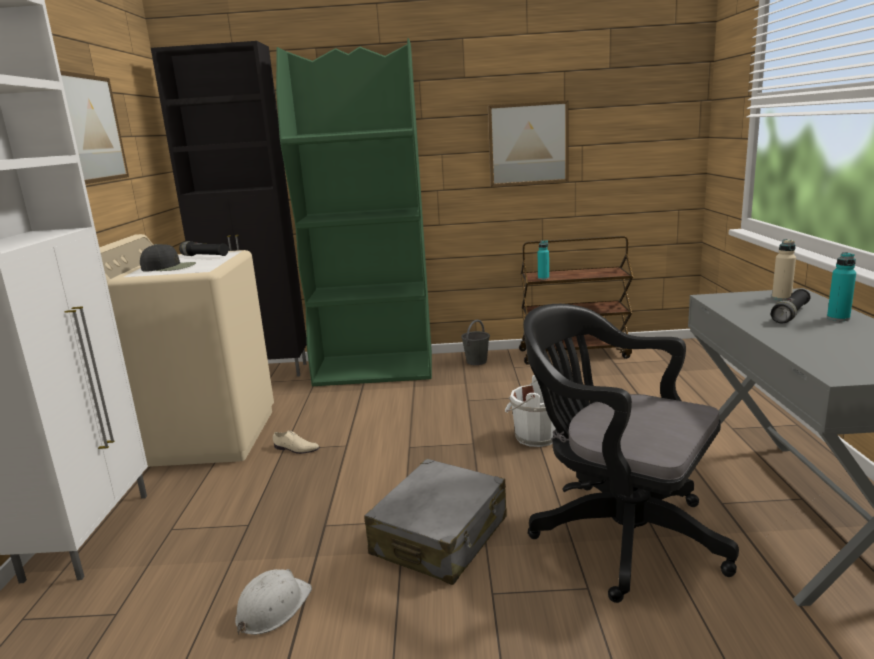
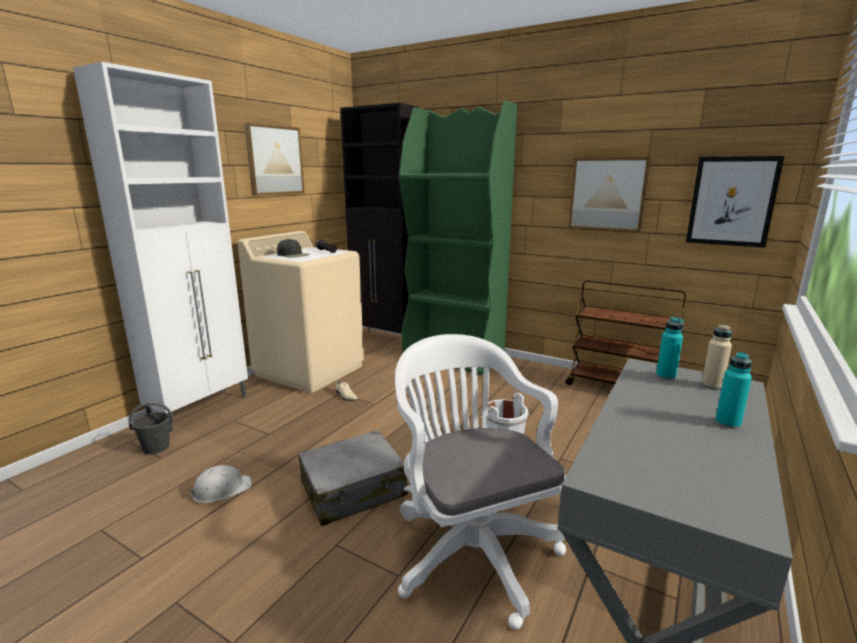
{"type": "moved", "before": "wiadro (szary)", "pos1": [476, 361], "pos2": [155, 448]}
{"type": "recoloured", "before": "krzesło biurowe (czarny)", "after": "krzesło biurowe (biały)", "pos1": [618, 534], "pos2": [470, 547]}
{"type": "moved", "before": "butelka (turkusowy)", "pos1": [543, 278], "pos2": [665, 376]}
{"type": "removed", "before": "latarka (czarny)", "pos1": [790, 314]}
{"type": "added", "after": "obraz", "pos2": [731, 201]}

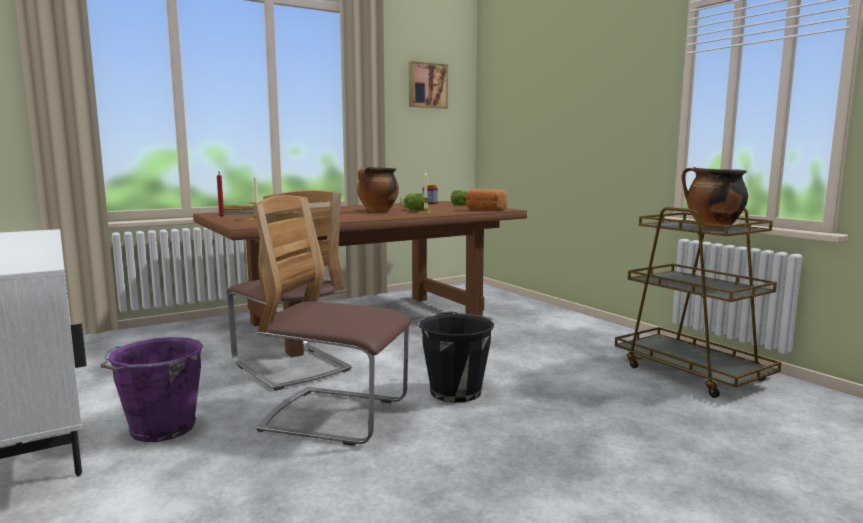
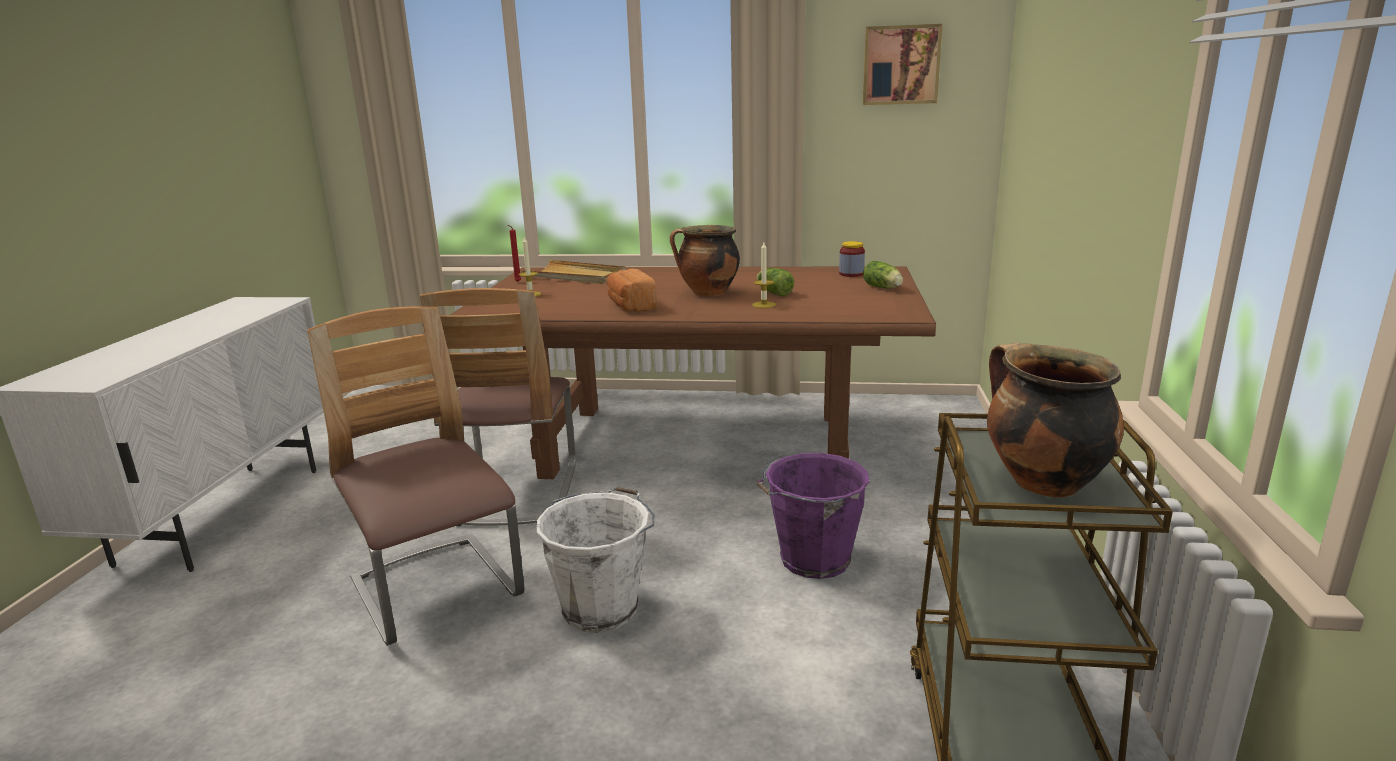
{"type": "moved", "before": "wiadro (fioletowy)", "pos1": [160, 429], "pos2": [812, 560]}
{"type": "recoloured", "before": "wiadro (czarny)", "after": "wiadro (biały)", "pos1": [455, 391], "pos2": [602, 607]}
{"type": "moved", "before": "chleb", "pos1": [484, 210], "pos2": [630, 306]}

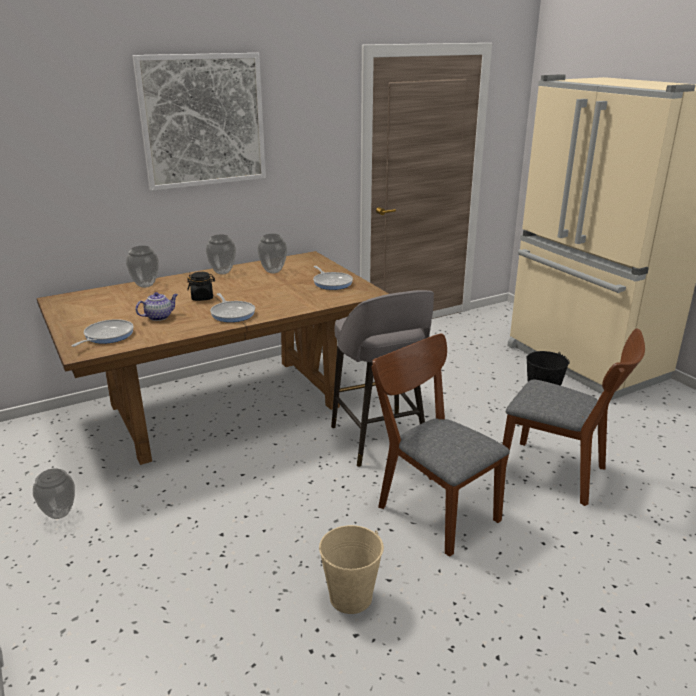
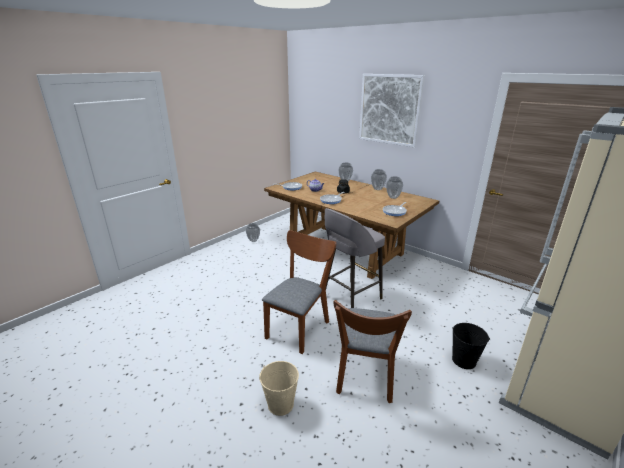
{"type": "moved", "before": "wiadro (beżowy)", "pos1": [350, 597], "pos2": [280, 404]}

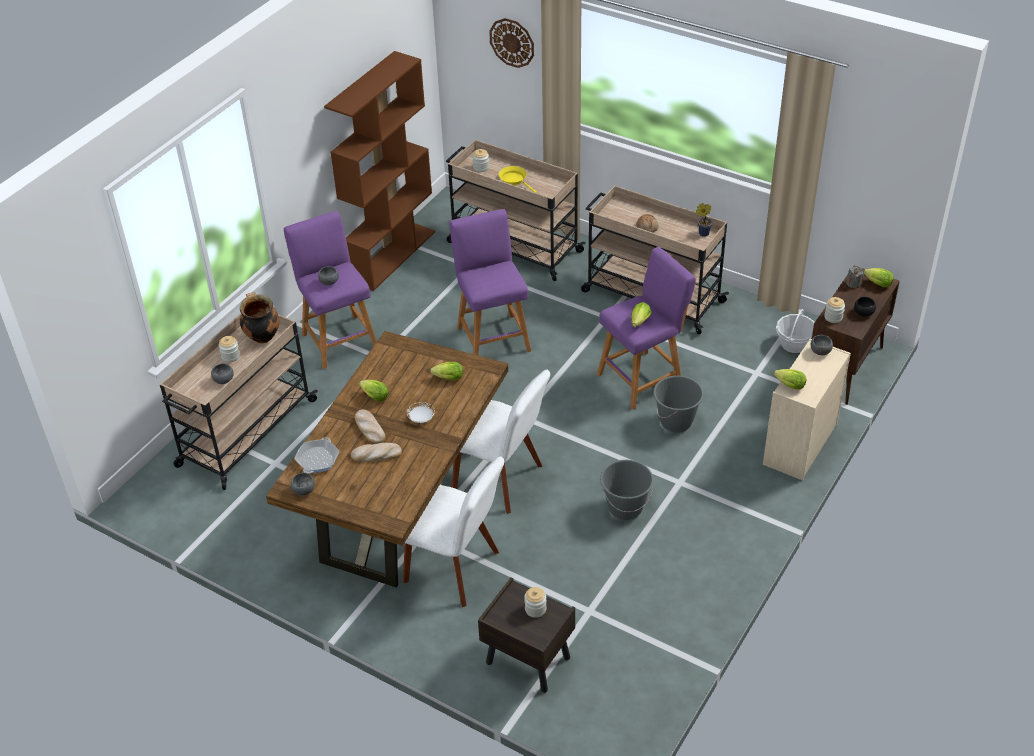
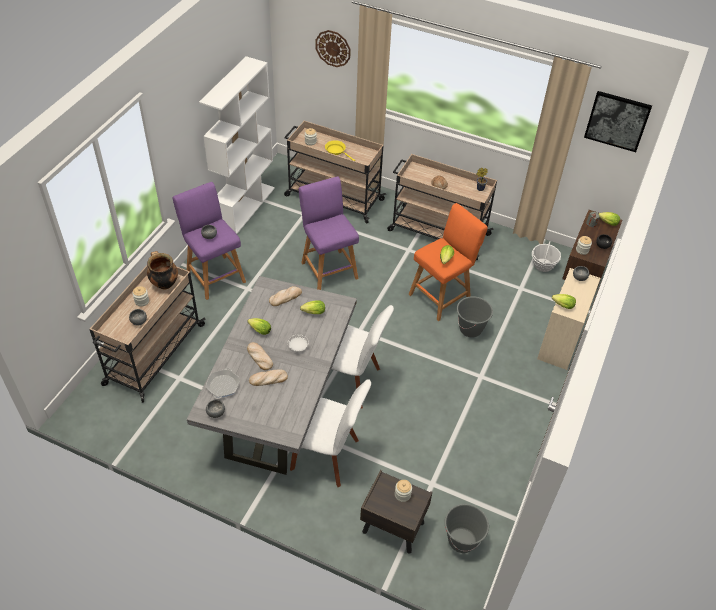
{"type": "recoloured", "before": "stół jadalny (brązowy)", "after": "stół jadalny (szary)", "pos1": [402, 505], "pos2": [280, 407]}
{"type": "recoloured", "before": "regał (brązowy)", "after": "regał (biały)", "pos1": [392, 255], "pos2": [245, 207]}
{"type": "recoloured", "before": "stołek (fioletowy)", "after": "stołek (pomarańczowy)", "pos1": [643, 378], "pos2": [441, 296]}
{"type": "moved", "before": "wiadro (szary)", "pos1": [625, 508], "pos2": [462, 540]}
{"type": "added", "after": "chleb", "pos2": [285, 297]}
{"type": "added", "after": "obraz", "pos2": [617, 121]}

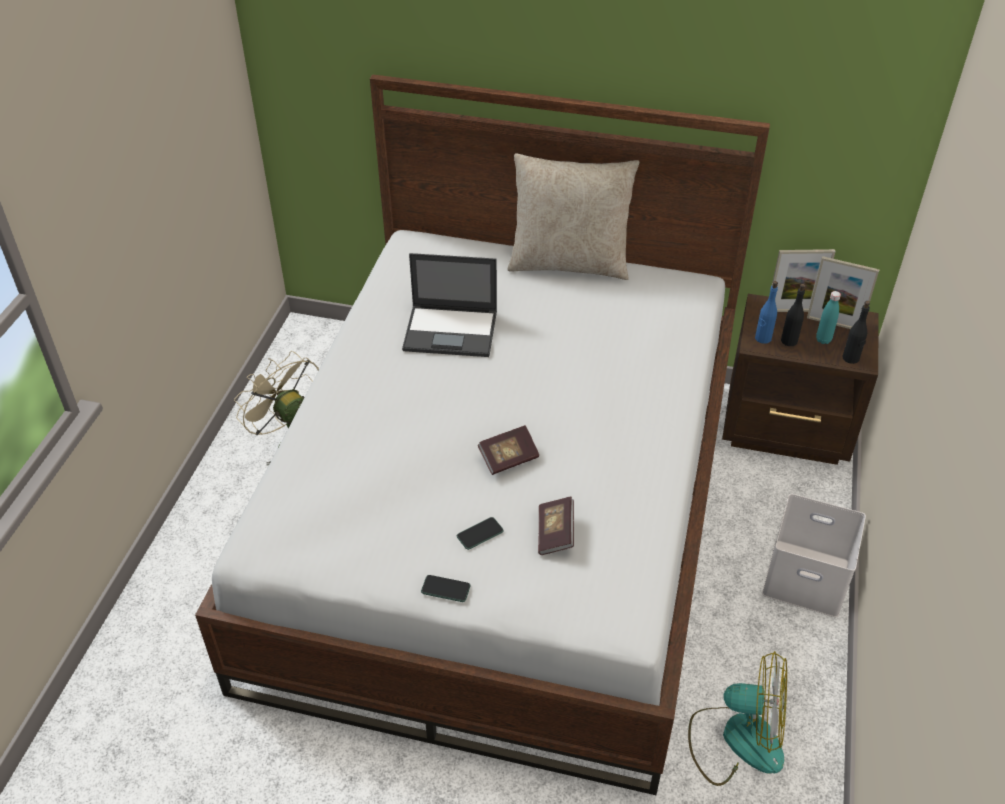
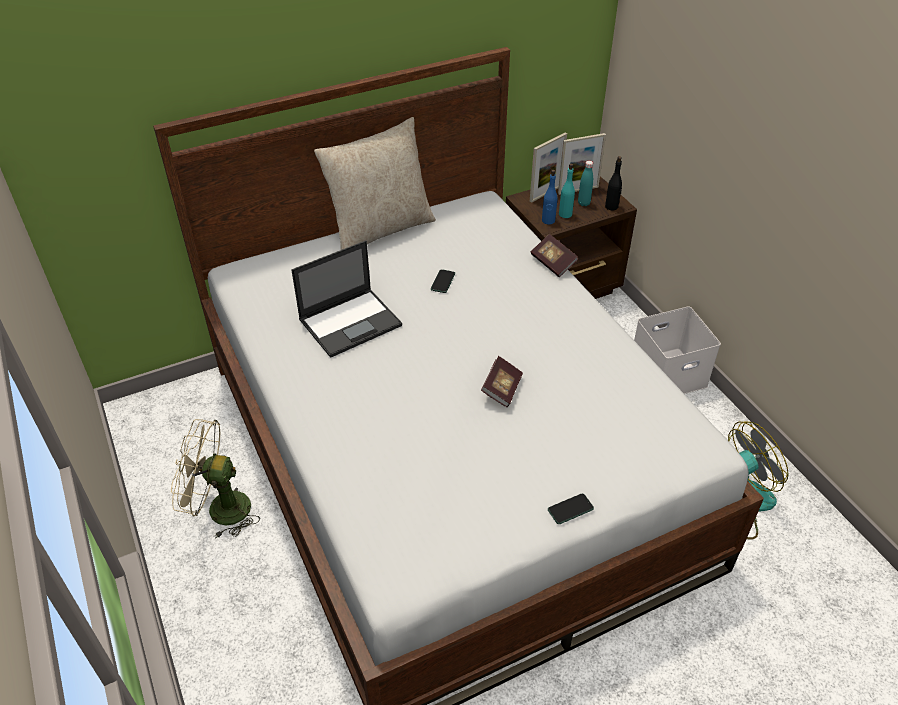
{"type": "moved", "before": "telefon", "pos1": [480, 534], "pos2": [443, 282]}
{"type": "moved", "before": "książka", "pos1": [555, 533], "pos2": [553, 263]}
{"type": "recoloured", "before": "butelka (czarny)", "after": "butelka (turkusowy)", "pos1": [789, 341], "pos2": [565, 214]}

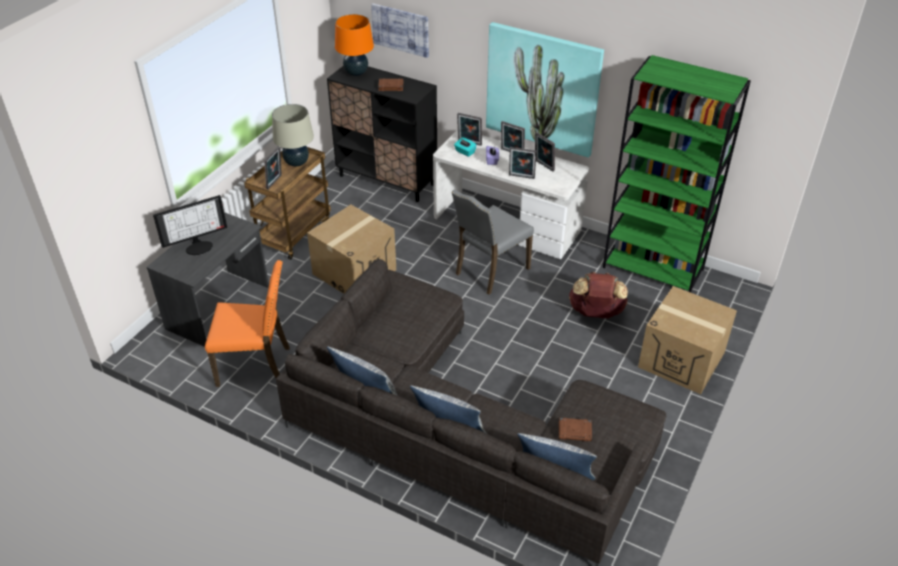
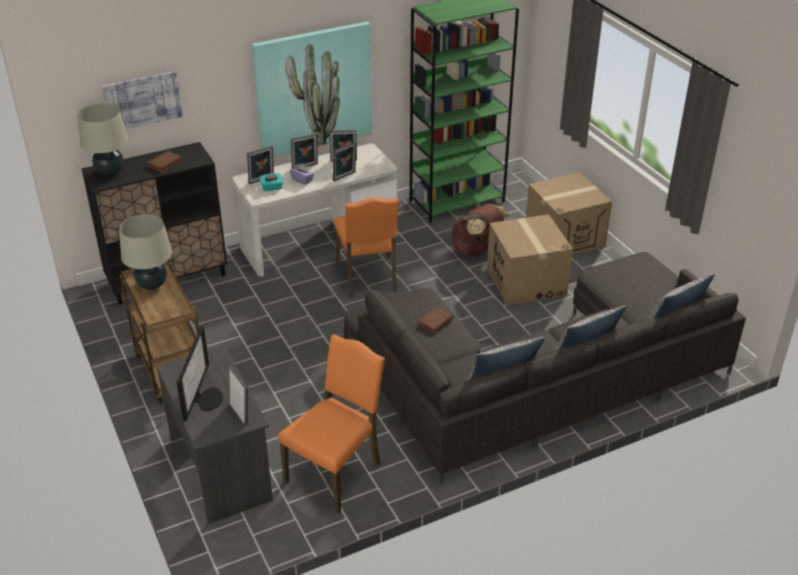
{"type": "moved", "before": "ramka na zdjęcie", "pos1": [275, 182], "pos2": [240, 413]}
{"type": "moved", "before": "karton", "pos1": [354, 271], "pos2": [525, 282]}
{"type": "recoloured", "before": "lampa stołowa (pomarańczowy)", "after": "lampa stołowa (beżowy)", "pos1": [356, 72], "pos2": [110, 172]}
{"type": "recoloured", "before": "krzesło (szary)", "after": "krzesło (pomarańczowy)", "pos1": [490, 271], "pos2": [368, 278]}
{"type": "moved", "before": "książka (brązowy)", "pos1": [575, 431], "pos2": [435, 321]}

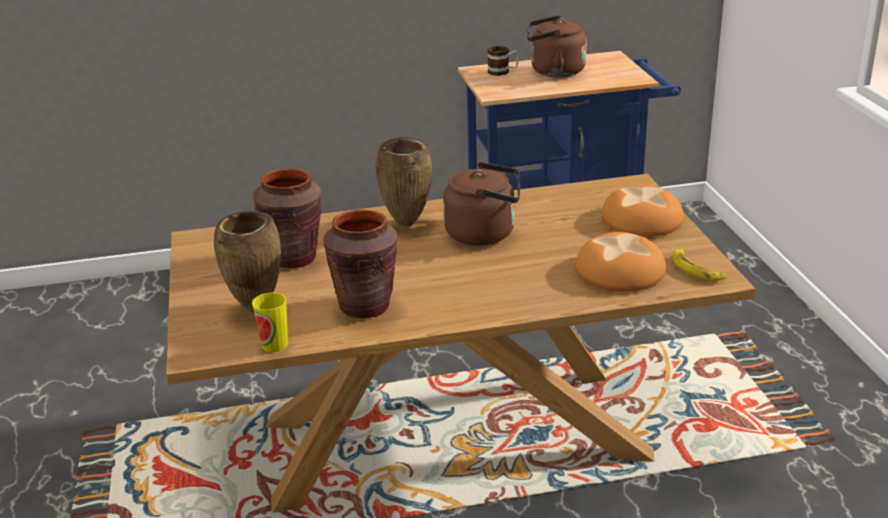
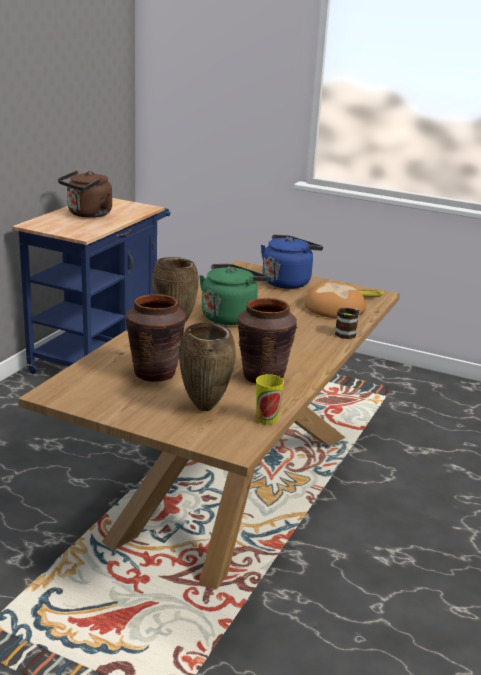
{"type": "recoloured", "before": "czajnik (brązowy)", "after": "czajnik (zielony)", "pos1": [485, 233], "pos2": [230, 316]}
{"type": "moved", "before": "kubek", "pos1": [503, 72], "pos2": [348, 333]}
{"type": "replaced", "before": "chleb", "after": "czajnik (niebieski)", "pos1": [642, 220], "pos2": [288, 282]}

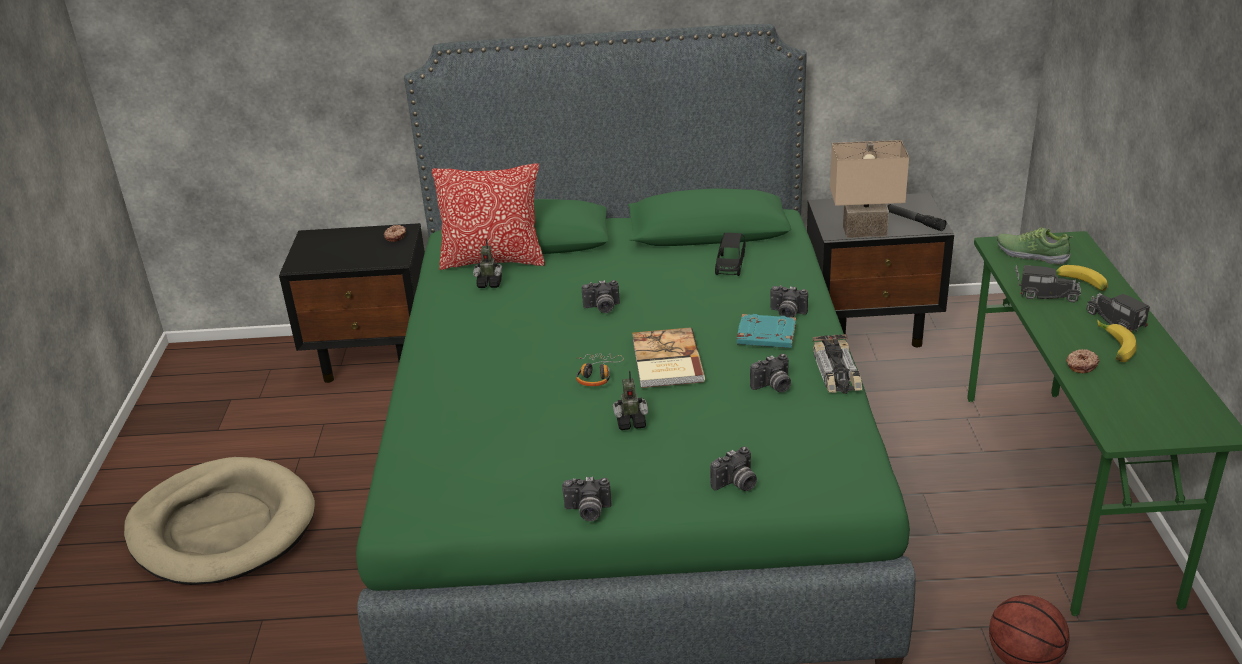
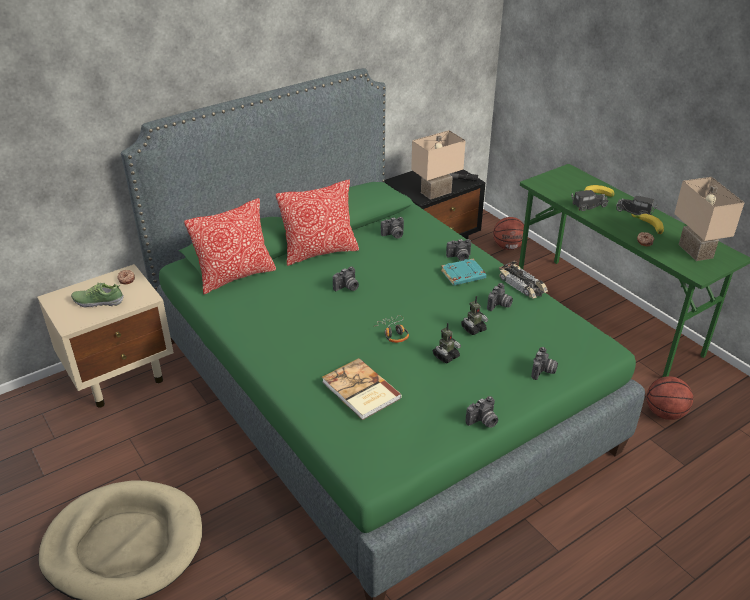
{"type": "recoloured", "before": "szafka nocna (czarny)", "after": "szafka nocna (beżowy)", "pos1": [374, 357], "pos2": [121, 376]}
{"type": "moved", "before": "robot zabawkowy", "pos1": [489, 283], "pos2": [473, 329]}
{"type": "moved", "before": "książka", "pos1": [665, 361], "pos2": [360, 391]}
{"type": "replaced", "before": "samochodzik (czarny)", "after": "aparat fotograficzny", "pos1": [730, 264], "pos2": [393, 235]}
{"type": "moved", "before": "but", "pos1": [1031, 254], "pos2": [98, 301]}
{"type": "added", "after": "poduszka", "pos2": [320, 252]}
{"type": "added", "after": "piłka do koszykówki", "pos2": [508, 247]}
{"type": "added", "after": "lampa stołowa (beżowy)", "pos2": [697, 251]}

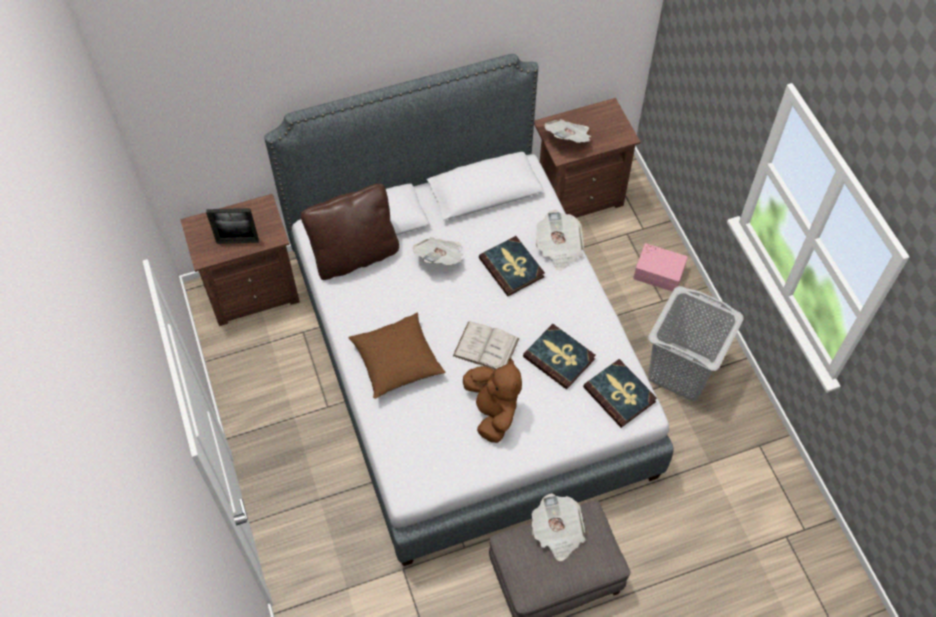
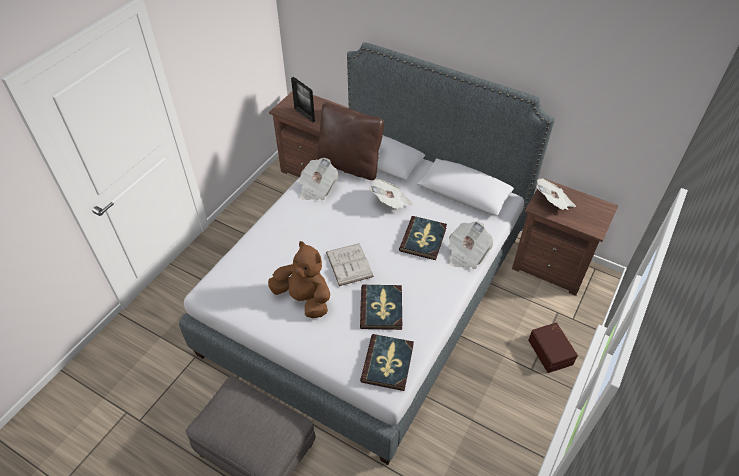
{"type": "removed", "before": "poduszka (brązowy)", "pos1": [397, 362]}
{"type": "turned", "before": "pluszak (brązowy)", "pos1": [492, 411], "pos2": [304, 299], "turn": -90}
{"type": "moved", "before": "gazeta", "pos1": [557, 532], "pos2": [317, 188]}
{"type": "recoloured", "before": "pojemnik do przechowywania (różowy)", "after": "pojemnik do przechowywania (brązowy)", "pos1": [659, 272], "pos2": [551, 351]}
{"type": "removed", "before": "kosz na pranie (szary)", "pos1": [681, 371]}

